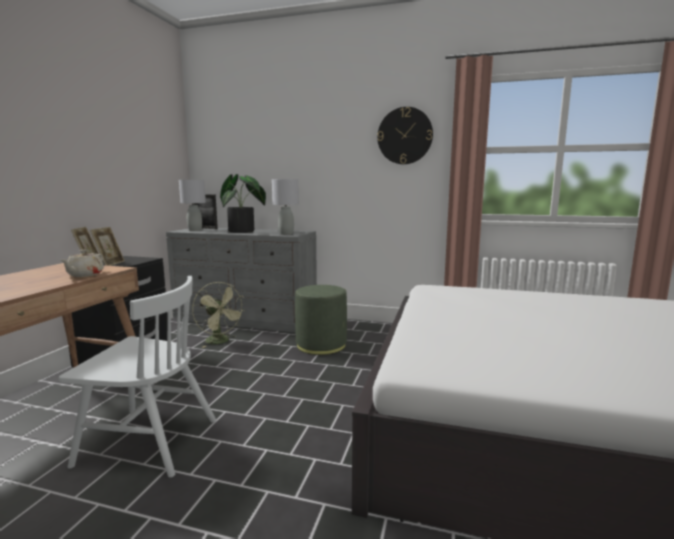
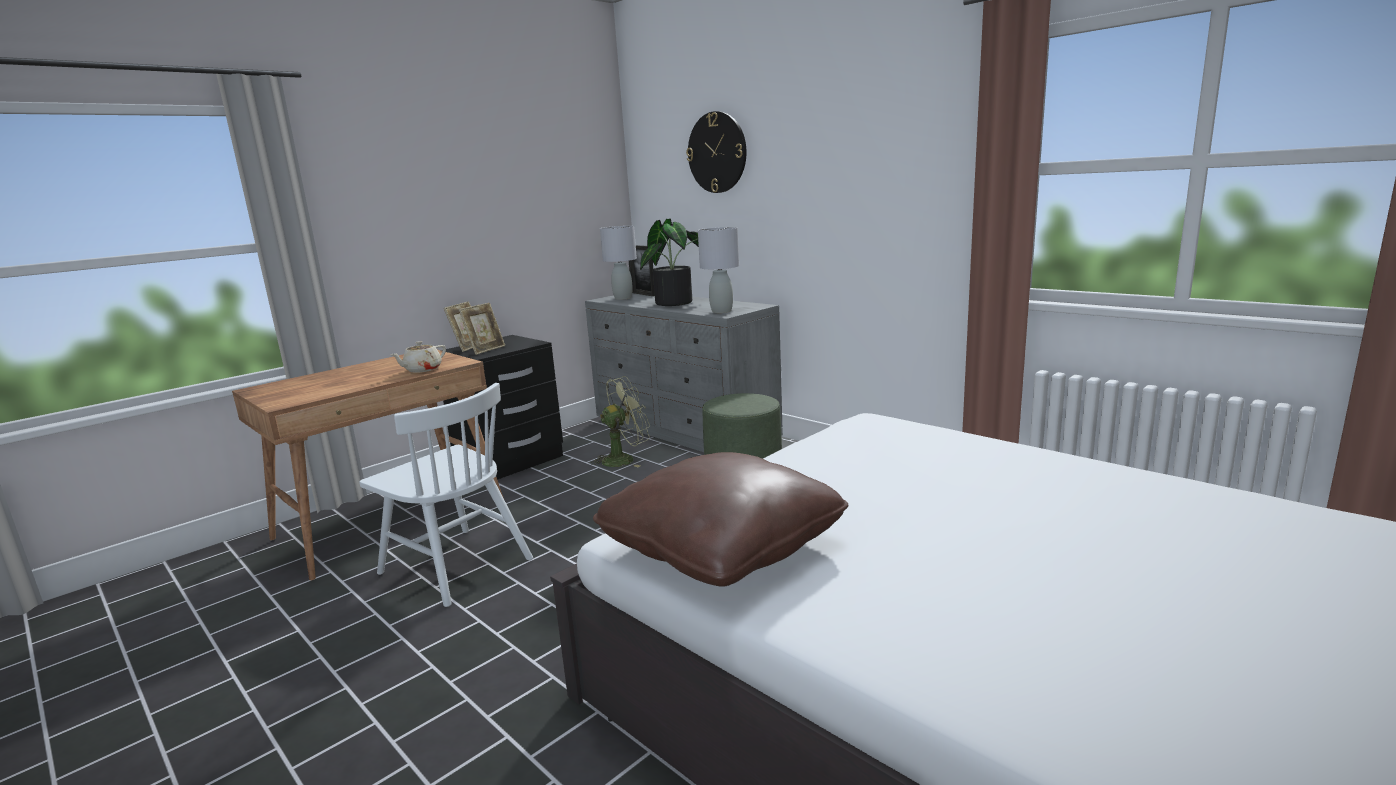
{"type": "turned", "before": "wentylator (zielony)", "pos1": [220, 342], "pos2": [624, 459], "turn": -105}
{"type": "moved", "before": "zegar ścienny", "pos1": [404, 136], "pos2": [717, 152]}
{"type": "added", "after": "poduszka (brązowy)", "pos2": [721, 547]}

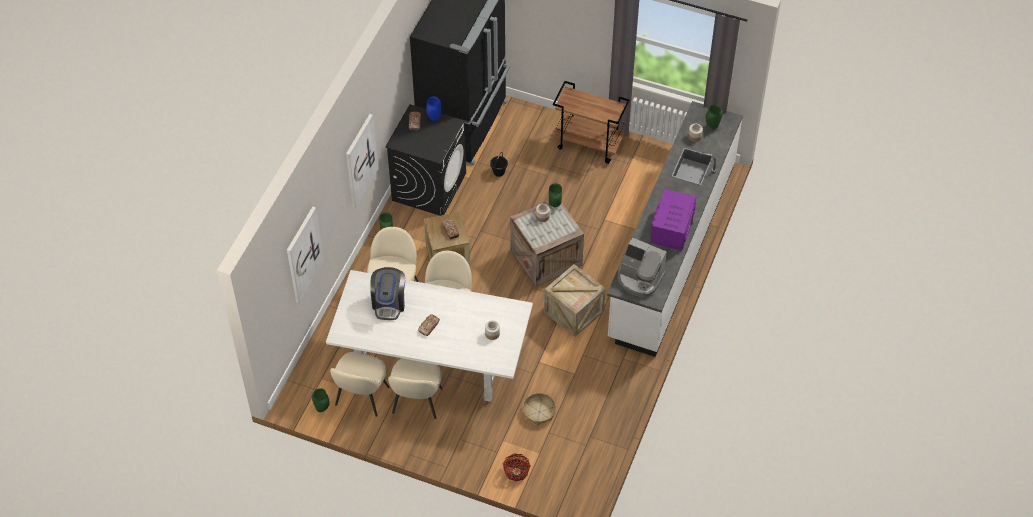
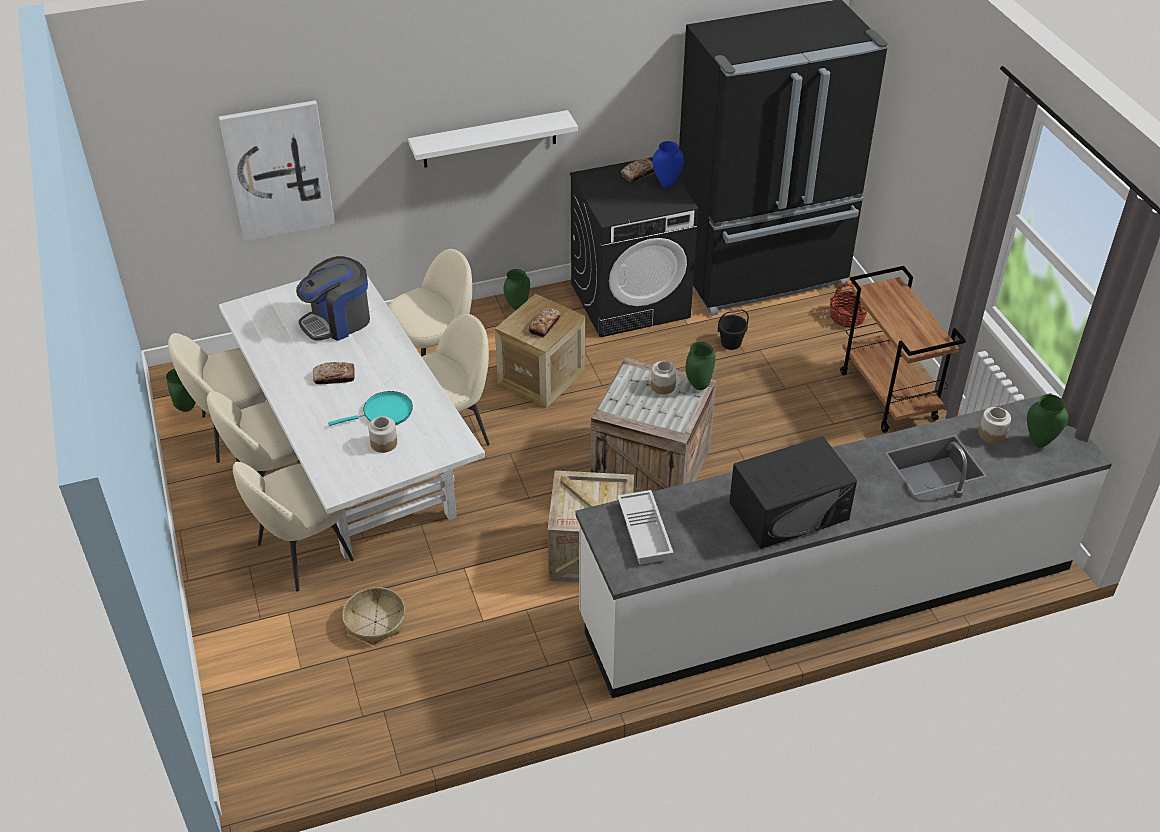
{"type": "replaced", "before": "obraz", "after": "półka (biały)", "pos1": [360, 160], "pos2": [489, 139]}
{"type": "moved", "before": "koszyk", "pos1": [516, 471], "pos2": [847, 317]}
{"type": "replaced", "before": "ekspres do kawy", "after": "taca (biały)", "pos1": [639, 278], "pos2": [646, 531]}
{"type": "recoloured", "before": "mikrofalówka (fioletowy)", "after": "mikrofalówka (czarny)", "pos1": [672, 227], "pos2": [789, 511]}
{"type": "added", "after": "krzesło (beżowy)", "pos2": [302, 553]}
{"type": "added", "after": "patelnia (turkusowy)", "pos2": [384, 413]}

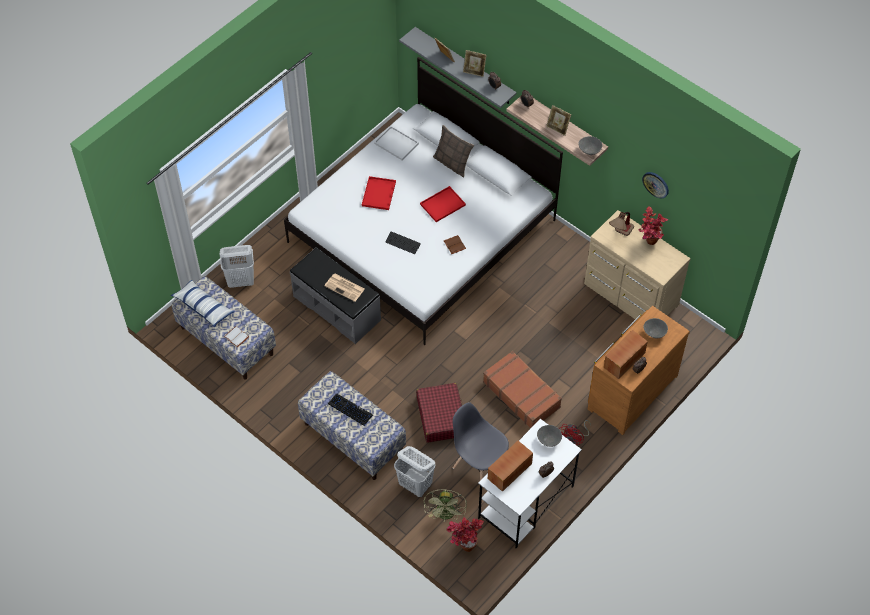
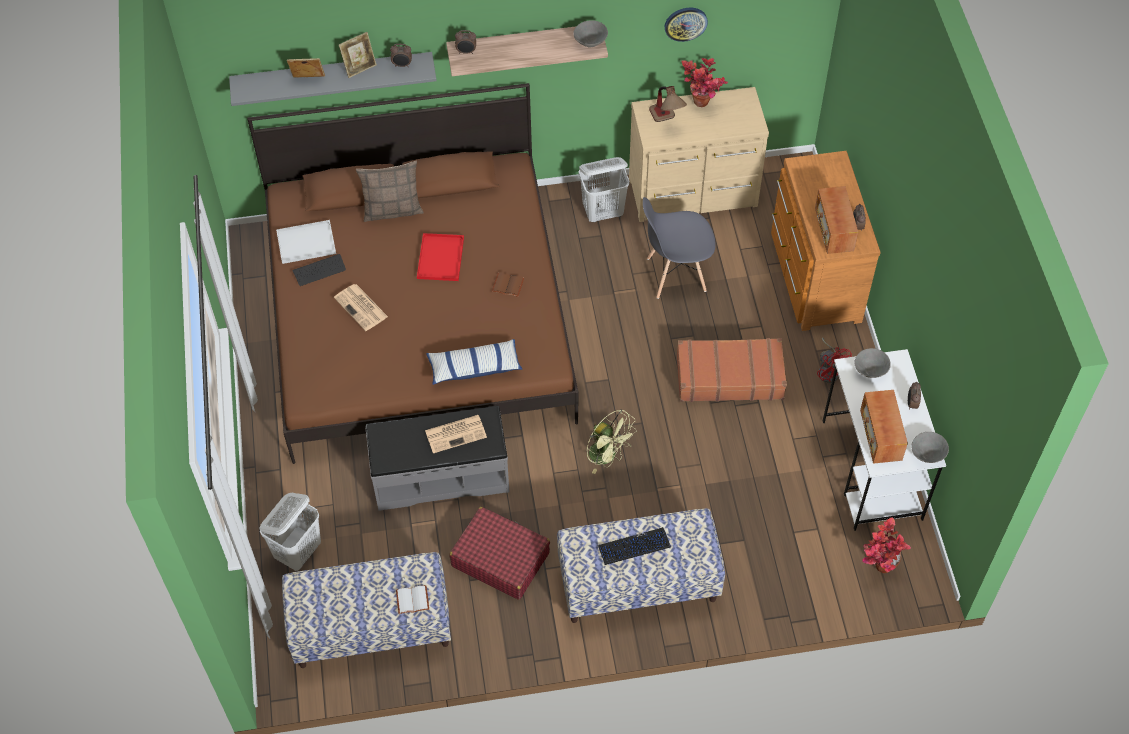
{"type": "moved", "before": "poduszka", "pos1": [203, 307], "pos2": [474, 367]}
{"type": "recoloured", "before": "łóżko (biały)", "after": "łóżko (brązowy)", "pos1": [422, 231], "pos2": [419, 318]}
{"type": "replaced", "before": "taca (czerwony)", "after": "gazeta", "pos1": [379, 194], "pos2": [361, 308]}
{"type": "moved", "before": "klawiatura", "pos1": [402, 243], "pos2": [319, 271]}
{"type": "moved", "before": "kosz na pranie (biały)", "pos1": [415, 485], "pos2": [603, 212]}
{"type": "moved", "before": "walizka (czerwony)", "pos1": [441, 417], "pos2": [500, 559]}
{"type": "moved", "before": "wentylator (zielony)", "pos1": [446, 515], "pos2": [607, 456]}
{"type": "moved", "before": "krzesło (szary)", "pos1": [479, 465], "pos2": [675, 275]}
{"type": "removed", "before": "ramka na zdjęcie", "pos1": [557, 128]}
{"type": "moved", "before": "miska (szary)", "pos1": [654, 333], "pos2": [927, 454]}

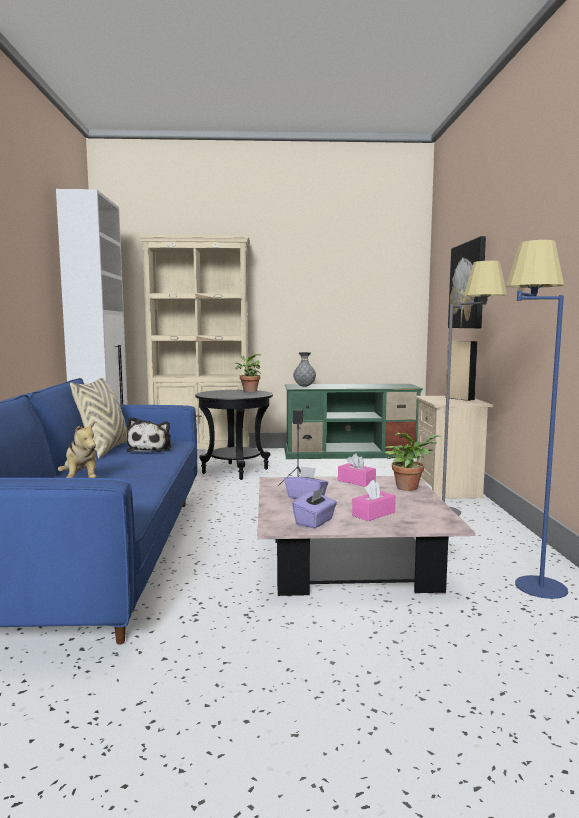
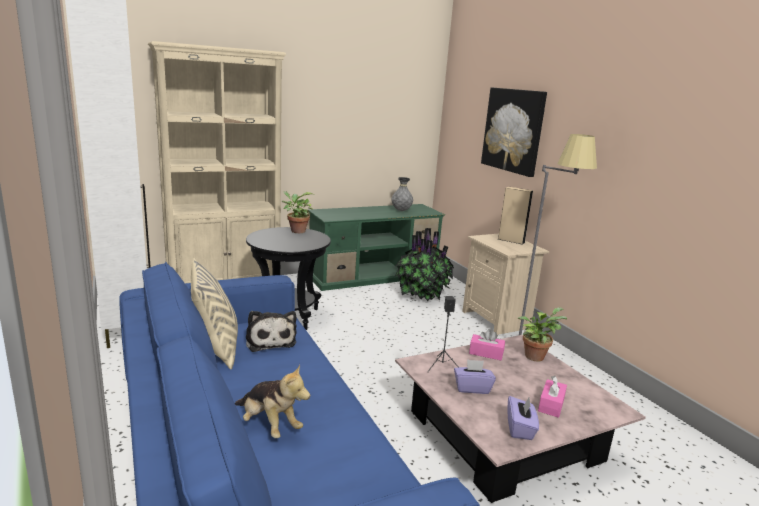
{"type": "moved", "before": "wazon (szary)", "pos1": [304, 386], "pos2": [401, 210]}
{"type": "removed", "before": "lampa stojąca (niebieski)", "pos1": [525, 577]}
{"type": "added", "after": "roślina doniczkowa", "pos2": [421, 294]}

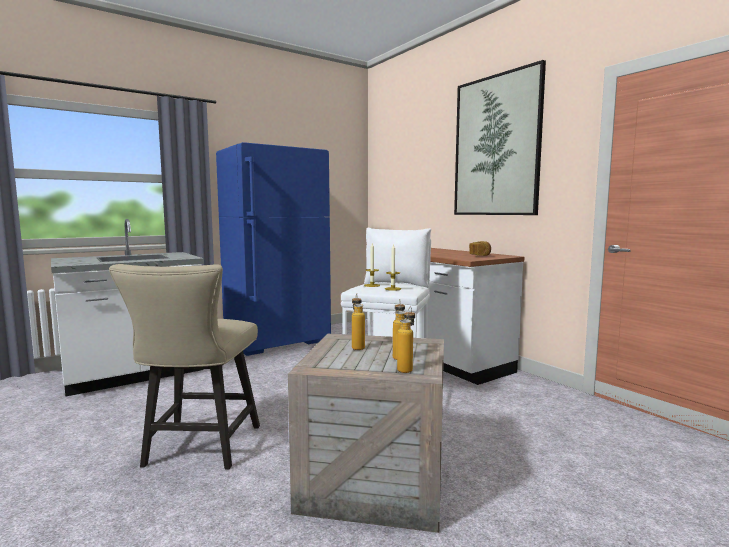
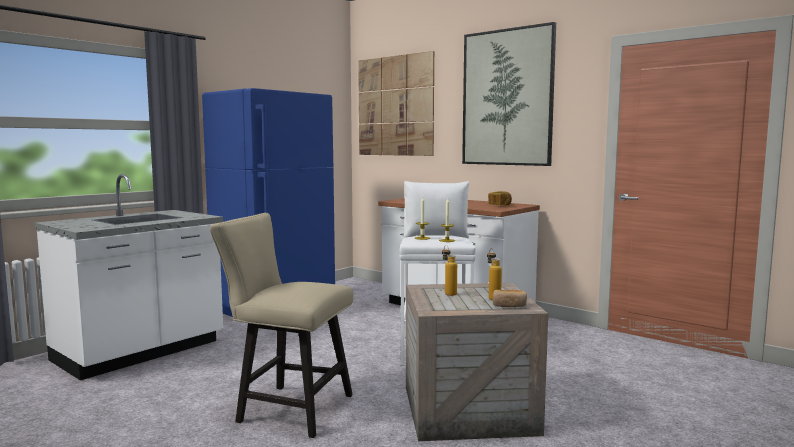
{"type": "turned", "before": "krzesło (beżowy)", "pos1": [199, 450], "pos2": [287, 408], "turn": 120}
{"type": "replaced", "before": "butelka", "after": "chleb", "pos1": [406, 368], "pos2": [509, 305]}
{"type": "added", "after": "obraz", "pos2": [395, 106]}

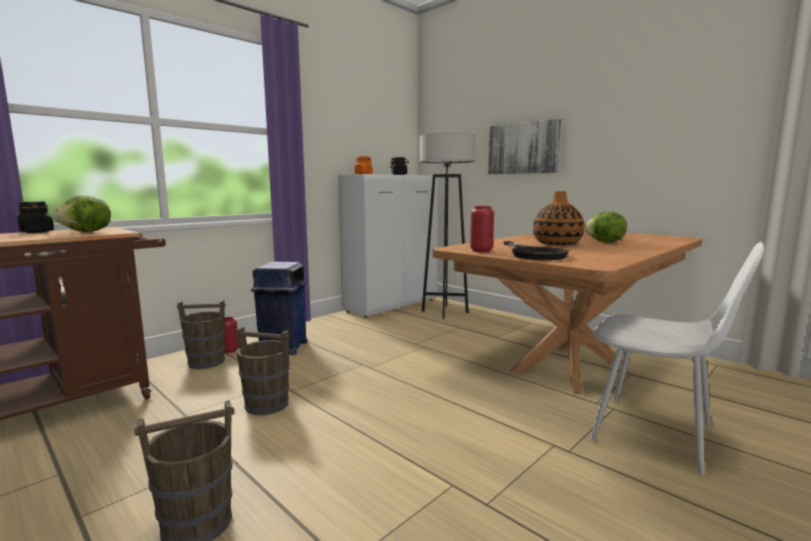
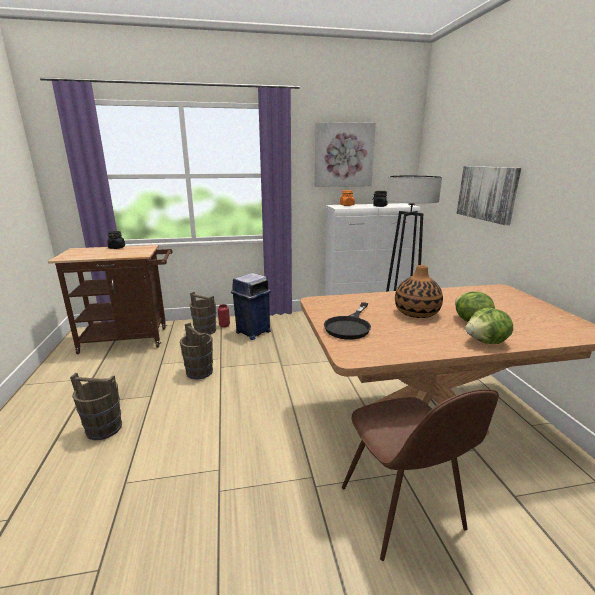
{"type": "moved", "before": "sałata", "pos1": [87, 232], "pos2": [486, 342]}
{"type": "removed", "before": "wazon (czerwony)", "pos1": [481, 251]}
{"type": "recoloured", "before": "krzesło (biały)", "after": "krzesło (brązowy)", "pos1": [656, 434], "pos2": [402, 510]}
{"type": "added", "after": "obraz", "pos2": [343, 155]}

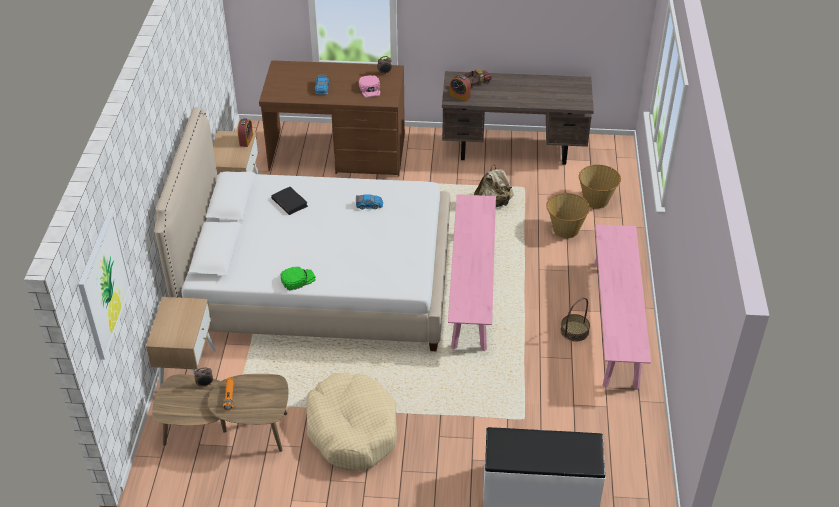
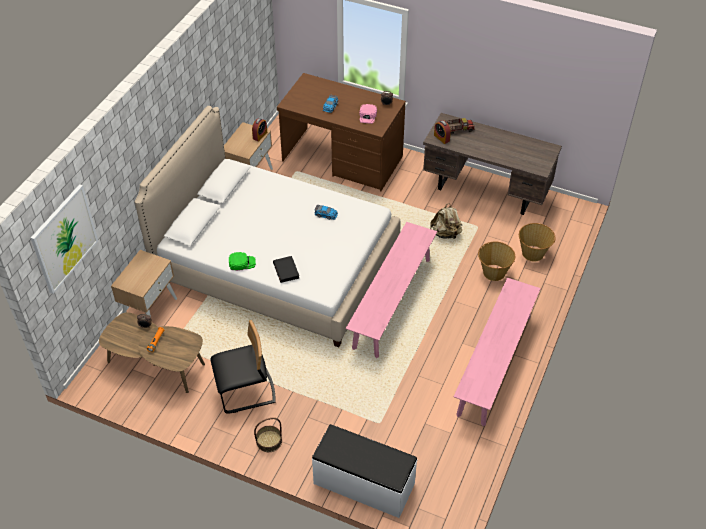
{"type": "moved", "before": "książka (czarny)", "pos1": [289, 202], "pos2": [286, 270]}
{"type": "replaced", "before": "legowisko (beżowy)", "after": "krzesło (czarny)", "pos1": [352, 429], "pos2": [246, 391]}
{"type": "moved", "before": "koszyk", "pos1": [574, 331], "pos2": [269, 441]}

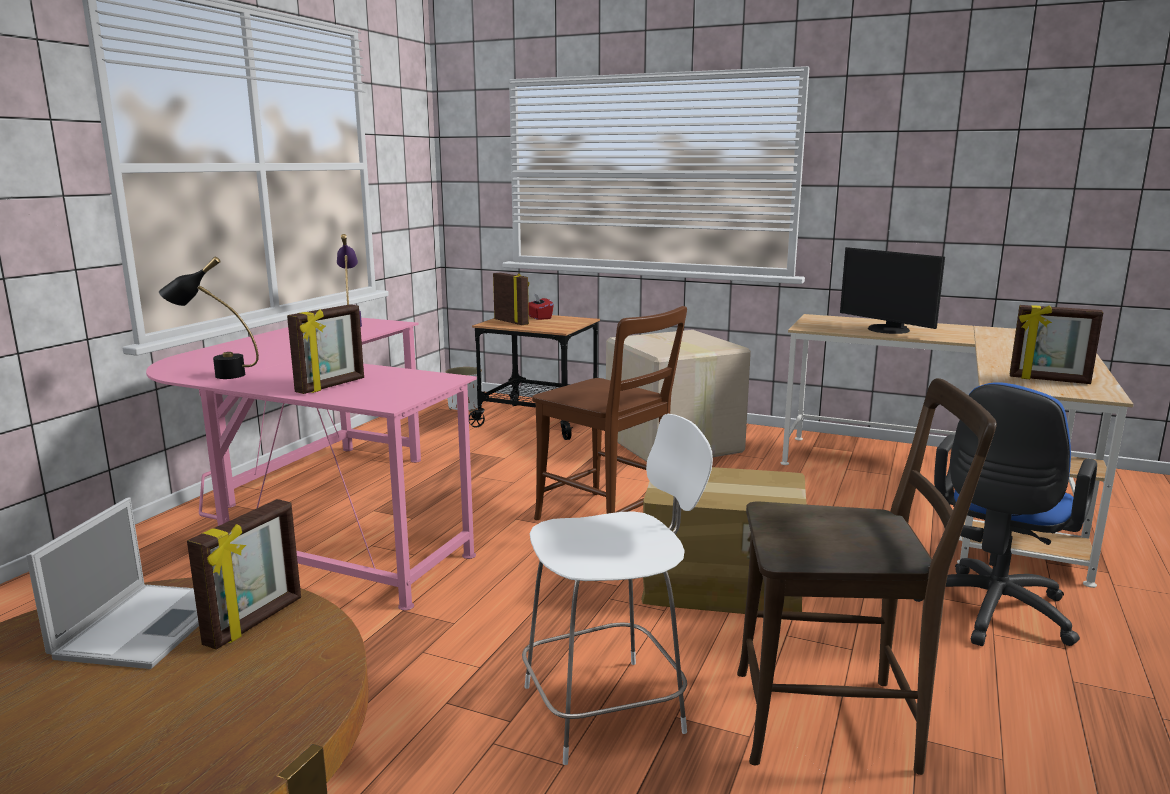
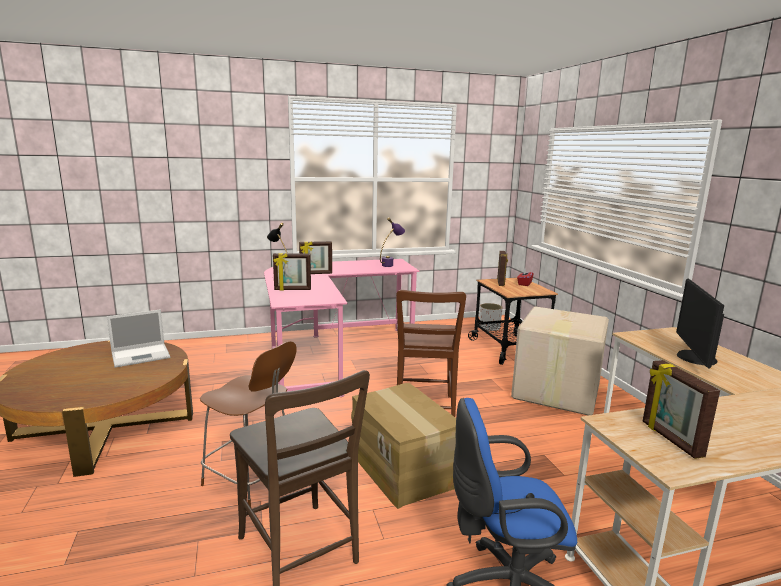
{"type": "moved", "before": "ramka na zdjęcie", "pos1": [255, 622], "pos2": [316, 274]}
{"type": "recoloured", "before": "krzesło (biały)", "after": "krzesło (brązowy)", "pos1": [609, 707], "pos2": [251, 480]}

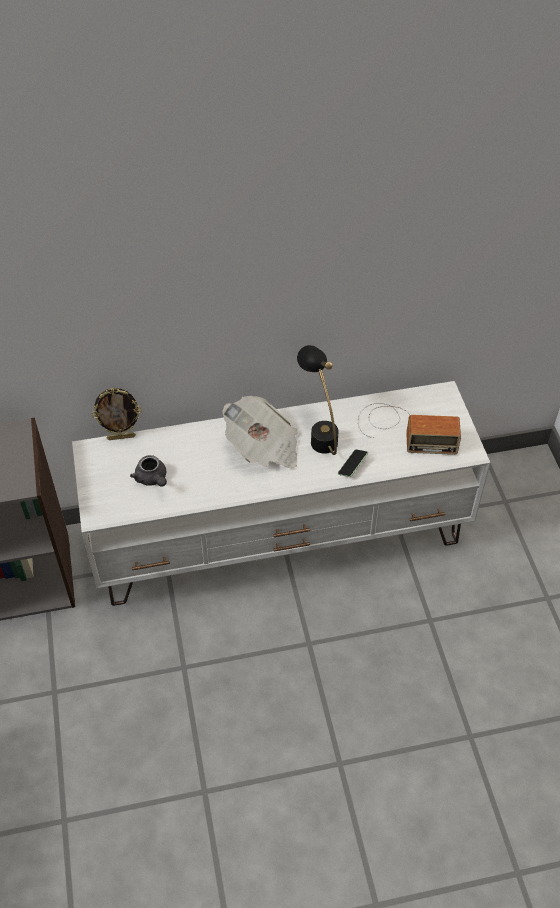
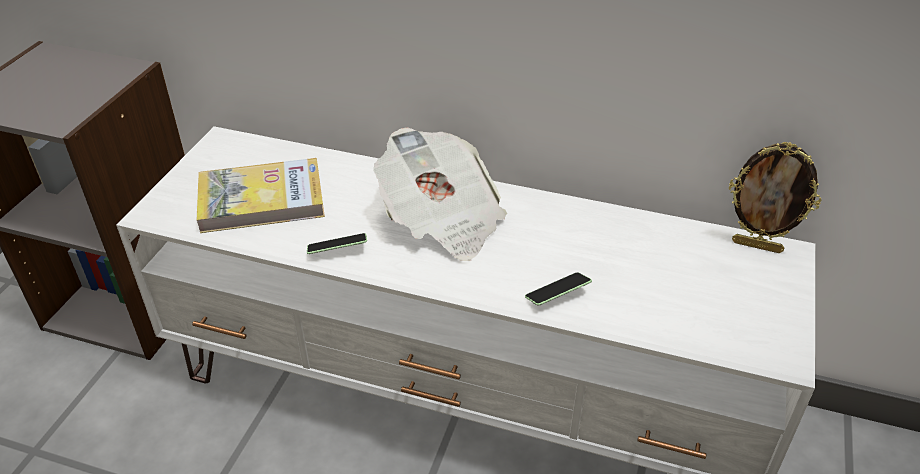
{"type": "moved", "before": "ramka na zdjęcie", "pos1": [121, 437], "pos2": [757, 246]}
{"type": "replaced", "before": "imbryk (szary)", "after": "książka", "pos1": [152, 479], "pos2": [261, 200]}
{"type": "removed", "before": "lampa stołowa (czarny)", "pos1": [319, 433]}
{"type": "removed", "before": "radio", "pos1": [404, 429]}
{"type": "added", "after": "telefon", "pos2": [337, 250]}

